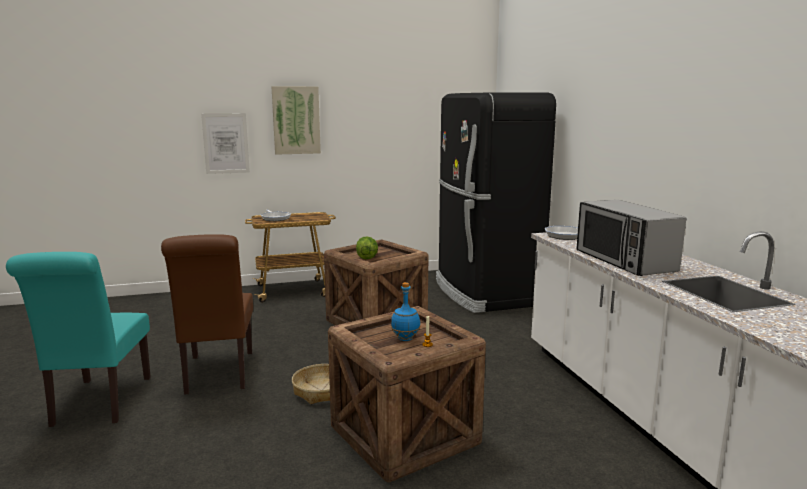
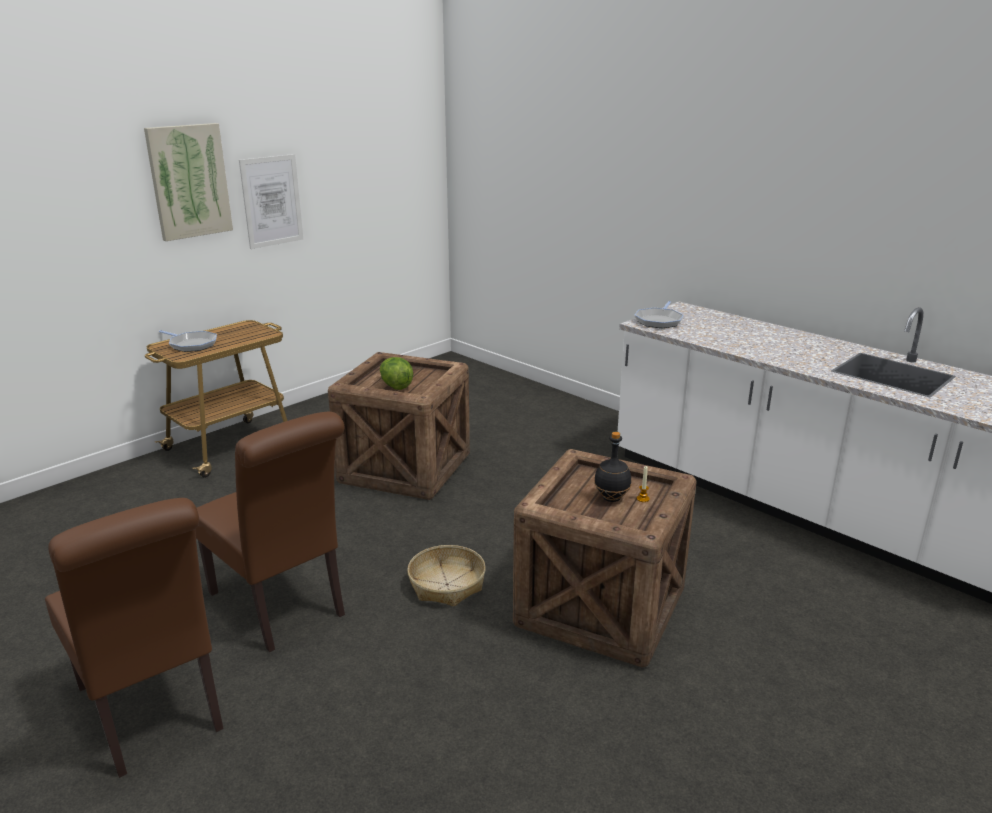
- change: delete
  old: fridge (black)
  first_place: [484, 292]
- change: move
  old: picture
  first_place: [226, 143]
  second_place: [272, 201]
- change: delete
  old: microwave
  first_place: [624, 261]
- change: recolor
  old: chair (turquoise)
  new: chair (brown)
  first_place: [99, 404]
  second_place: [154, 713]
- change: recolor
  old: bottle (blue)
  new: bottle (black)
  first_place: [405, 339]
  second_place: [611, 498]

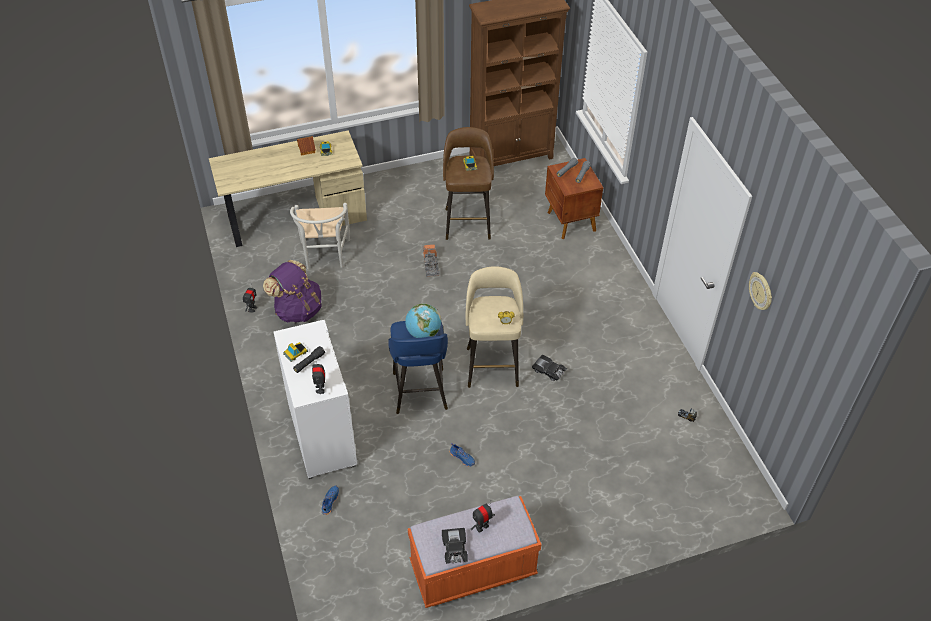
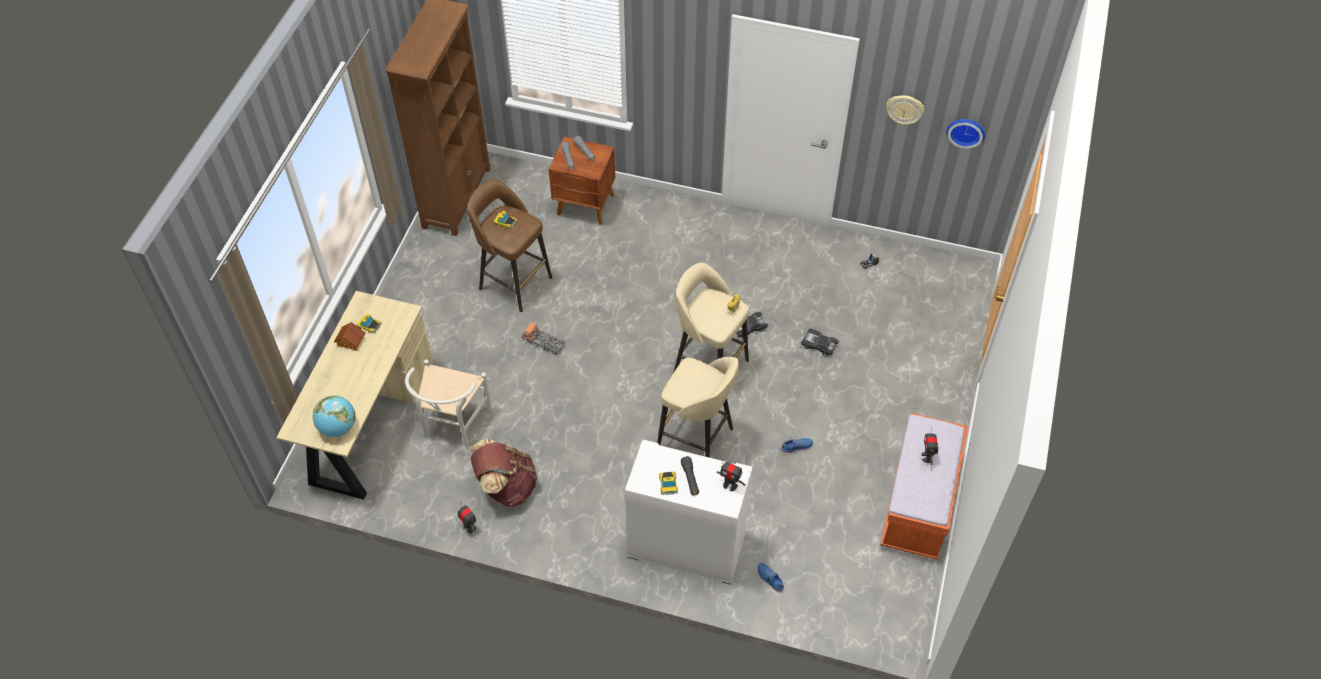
- change: rotate
  old: chair (white)
  first_place: [325, 257]
  second_place: [452, 425]
  degrees: 75
- change: recolor
  old: backpack (purple)
  new: backpack (brown)
  first_place: [297, 309]
  second_place: [506, 486]
- change: move
  old: globe
  first_place: [423, 333]
  second_place: [338, 427]
- change: recolor
  old: stool (blue)
  new: stool (beige)
  first_place: [420, 393]
  second_place: [697, 439]
- change: move
  old: toy car (black)
  first_place: [454, 549]
  second_place: [819, 345]
- change: insert
  new: wall clock
  second_place: [966, 131]

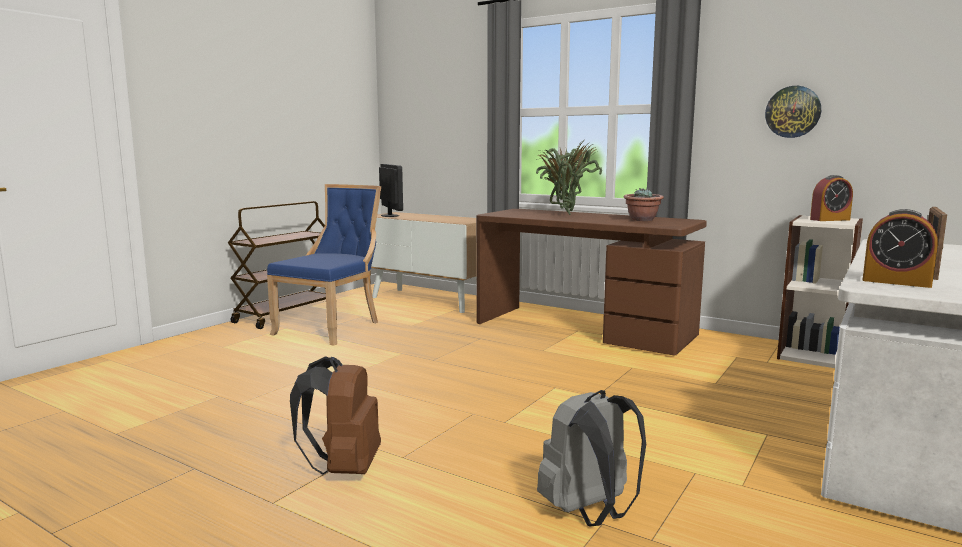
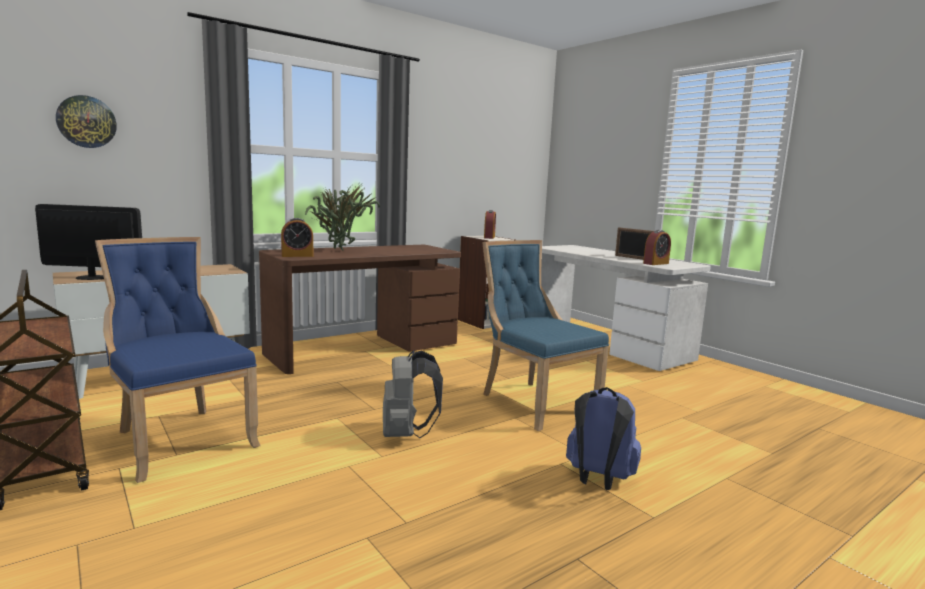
- change: move
  old: wall clock
  first_place: [793, 112]
  second_place: [86, 122]
- change: delete
  old: potted plant
  first_place: [642, 220]
- change: recolor
  old: backpack (brown)
  new: backpack (blue)
  first_place: [343, 468]
  second_place: [598, 480]
- change: move
  old: backpack (grey)
  first_place: [590, 512]
  second_place: [406, 434]
- change: insert
  new: alarm clock
  second_place: [297, 255]
- change: insert
  new: chair (blue)
  second_place: [534, 402]

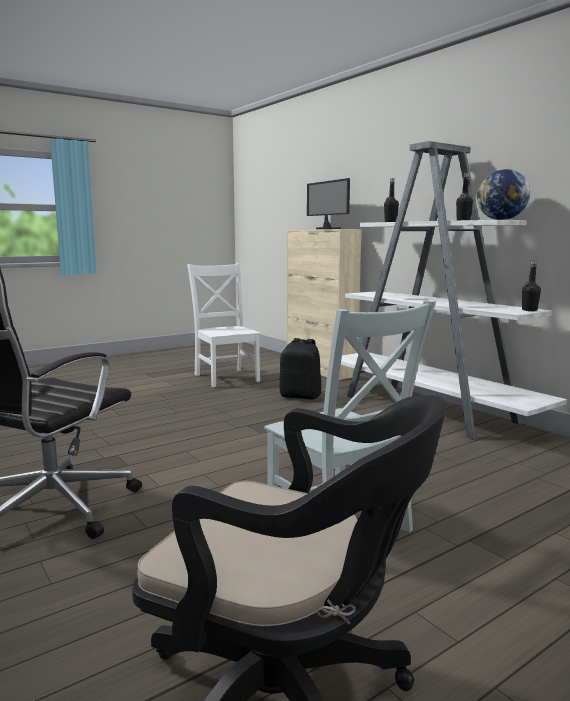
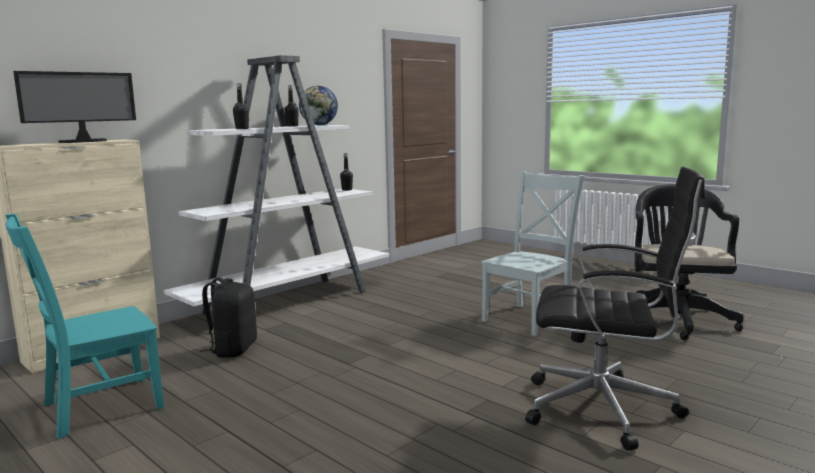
- change: recolor
  old: chair (white)
  new: chair (turquoise)
  first_place: [226, 377]
  second_place: [97, 407]

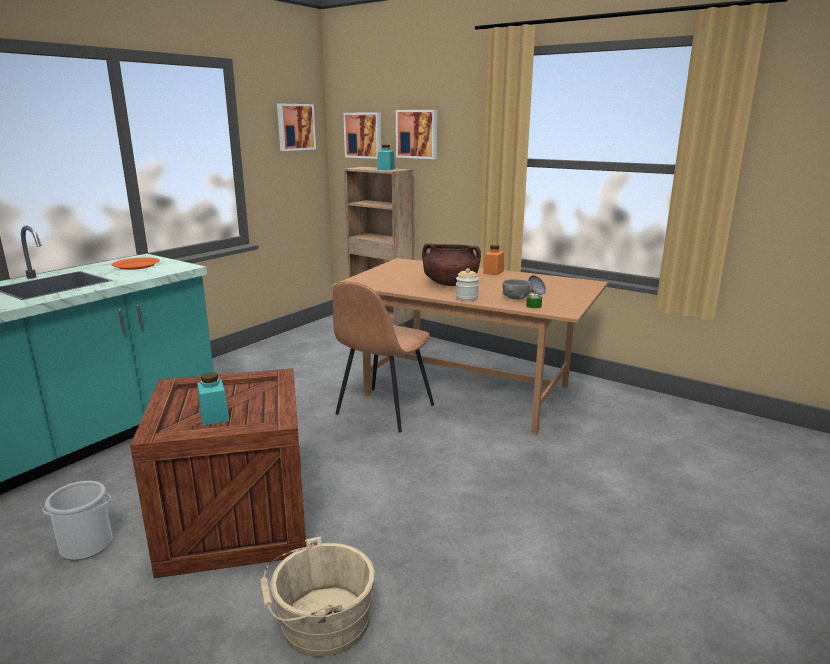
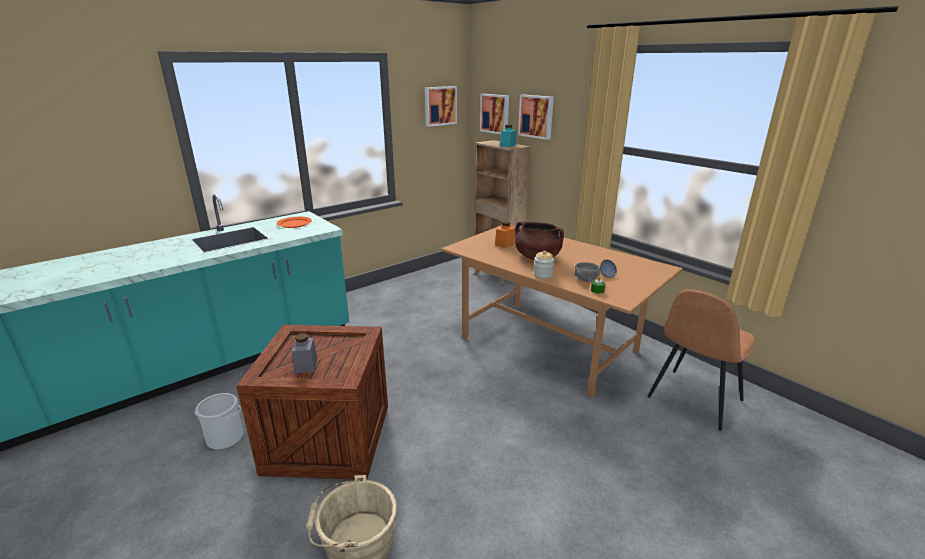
- change: move
  old: jar (orange)
  first_place: [493, 272]
  second_place: [505, 244]
- change: move
  old: chair (brown)
  first_place: [383, 410]
  second_place: [693, 399]
- change: recolor
  old: jar (turquoise)
  new: jar (grey)
  first_place: [214, 416]
  second_place: [306, 365]

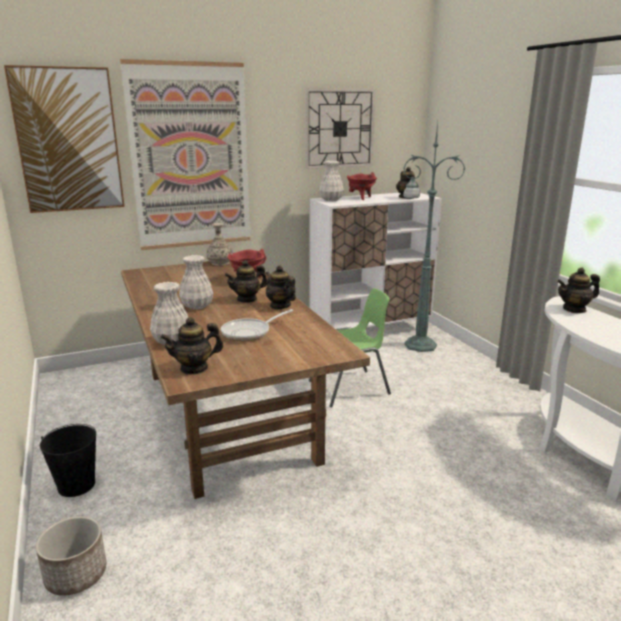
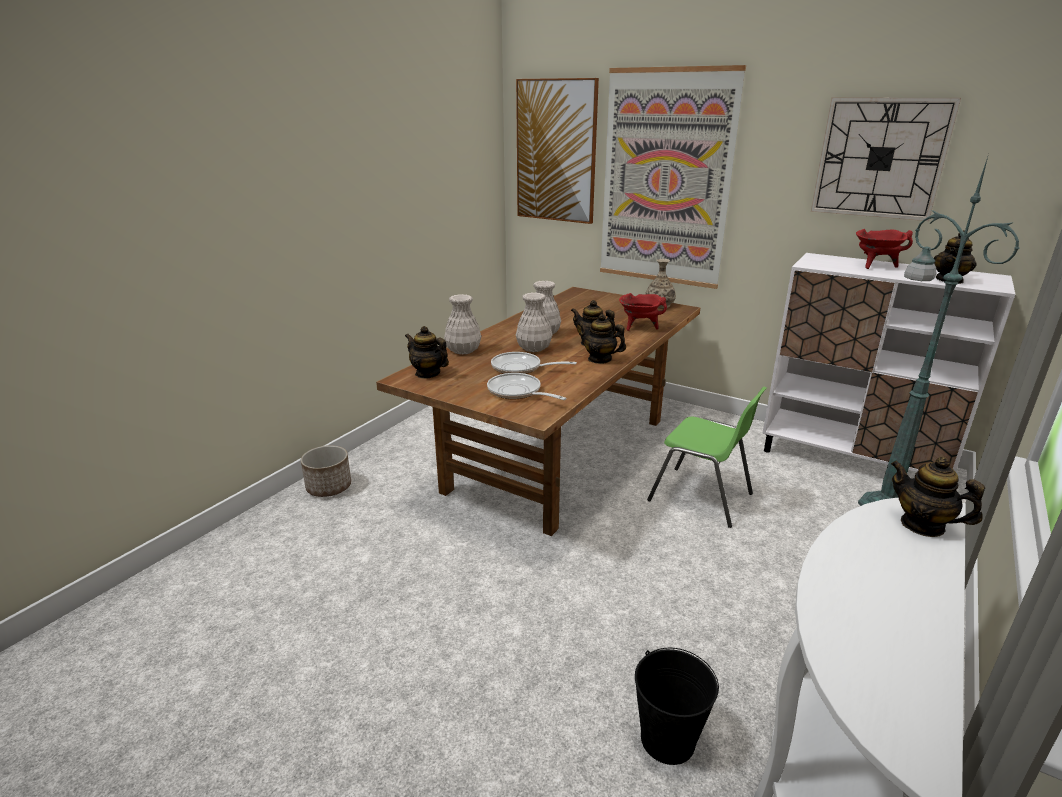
- change: move
  old: vase (white)
  first_place: [330, 200]
  second_place: [533, 348]
- change: rotate
  old: teapot
  first_place: [280, 306]
  second_place: [600, 359]
  degrees: -75
- change: move
  old: bucket (black)
  first_place: [76, 485]
  second_place: [667, 740]
- change: insert
  new: frying pan
  second_place: [517, 392]

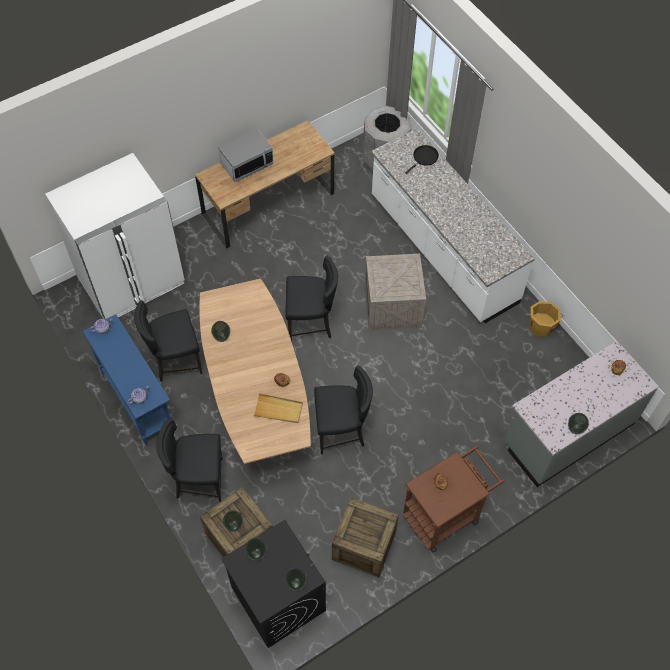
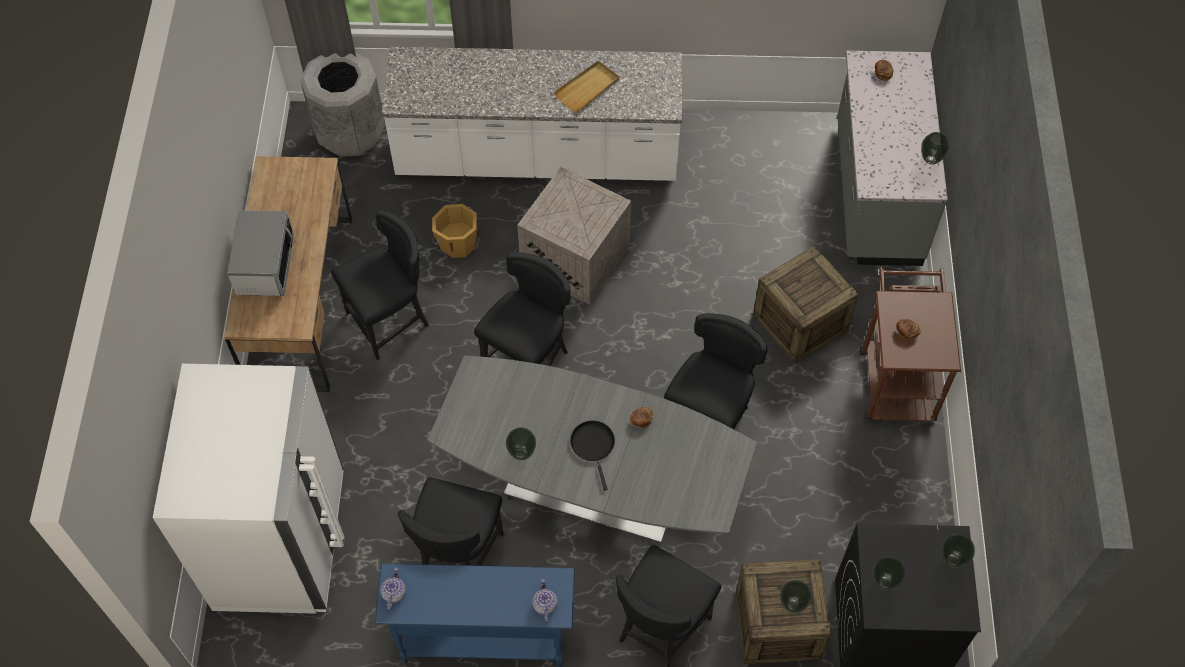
- change: move
  old: frying pan (black)
  first_place: [424, 158]
  second_place: [593, 446]
- change: recolor
  old: dining table (brown)
  new: dining table (grey)
  first_place: [257, 398]
  second_place: [591, 489]
- change: move
  old: bucket (orange)
  first_place: [541, 326]
  second_place: [457, 243]
- change: move
  old: tray (beige)
  first_place: [278, 410]
  second_place: [587, 88]
- change: move
  old: crate
  first_place: [364, 545]
  second_place: [800, 322]
- change: insert
  new: chair (black)
  second_place: [390, 321]

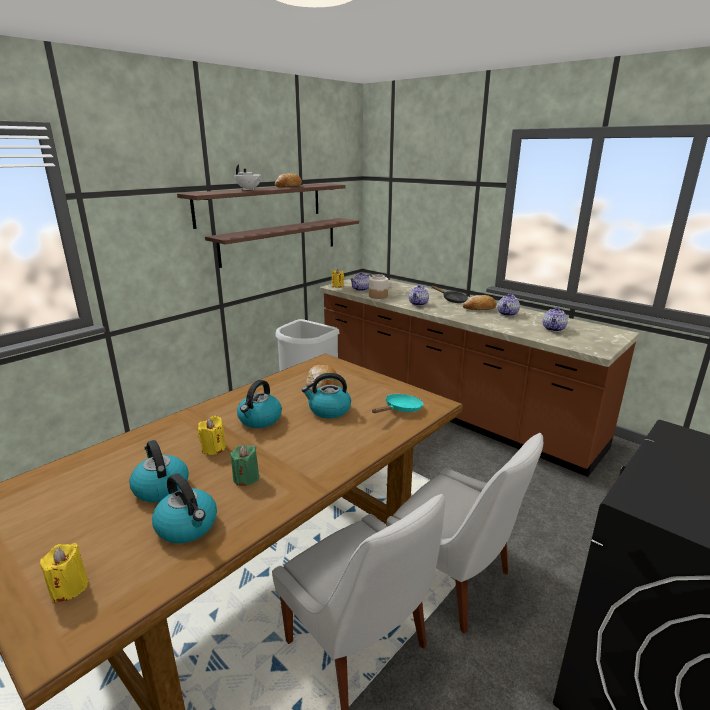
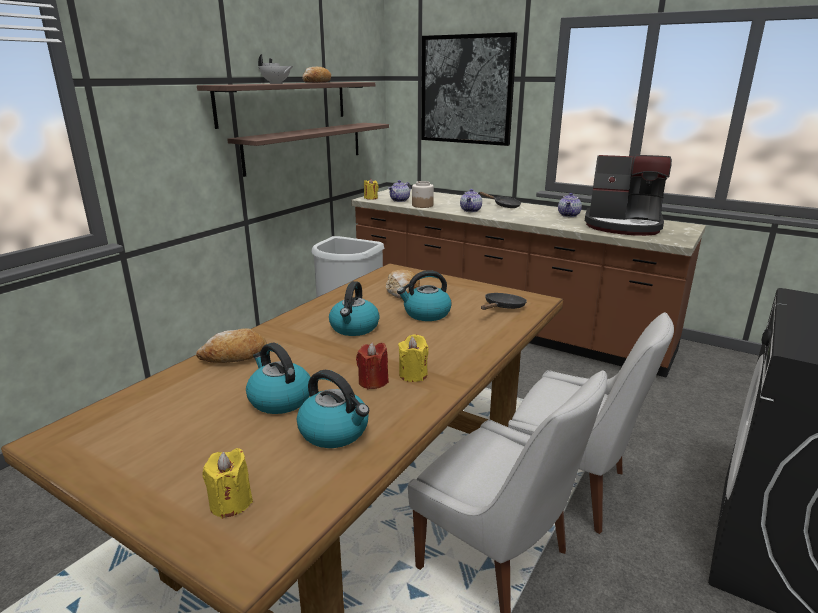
- change: move
  old: bread
  first_place: [479, 308]
  second_place: [234, 356]
- change: replace
  old: teapot
  new: coffee machine
  first_place: [554, 329]
  second_place: [623, 226]
- change: recolor
  old: frying pan (turquoise)
  new: frying pan (black)
  first_place: [400, 409]
  second_place: [503, 308]
- change: move
  old: candle (yellow)
  first_place: [213, 448]
  second_place: [413, 375]
- change: recolor
  old: candle (green)
  new: candle (red)
  first_place: [246, 478]
  second_place: [373, 382]
- change: insert
  new: picture
  second_place: [466, 90]

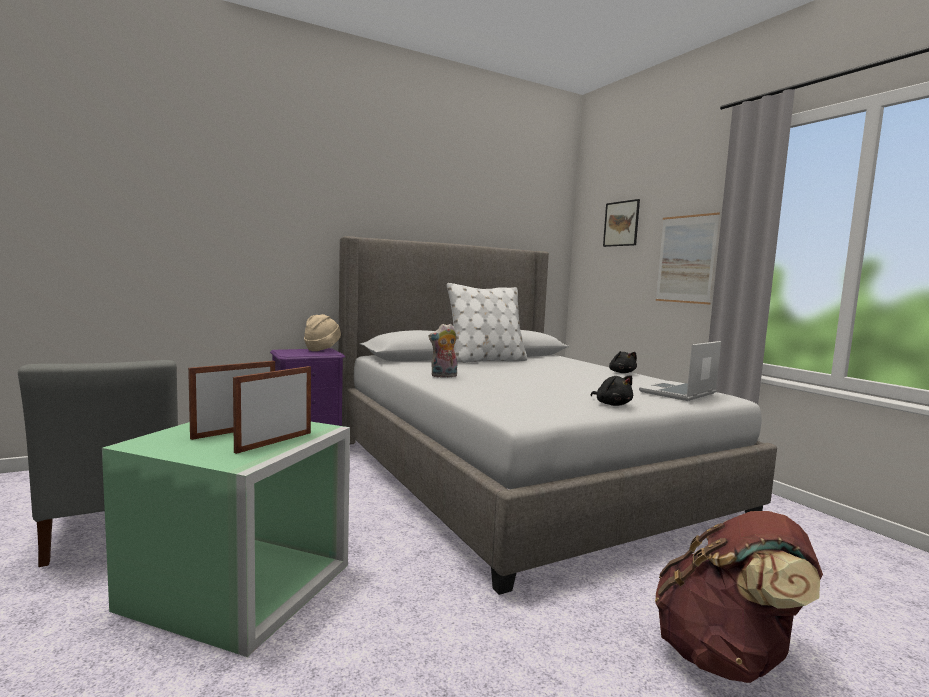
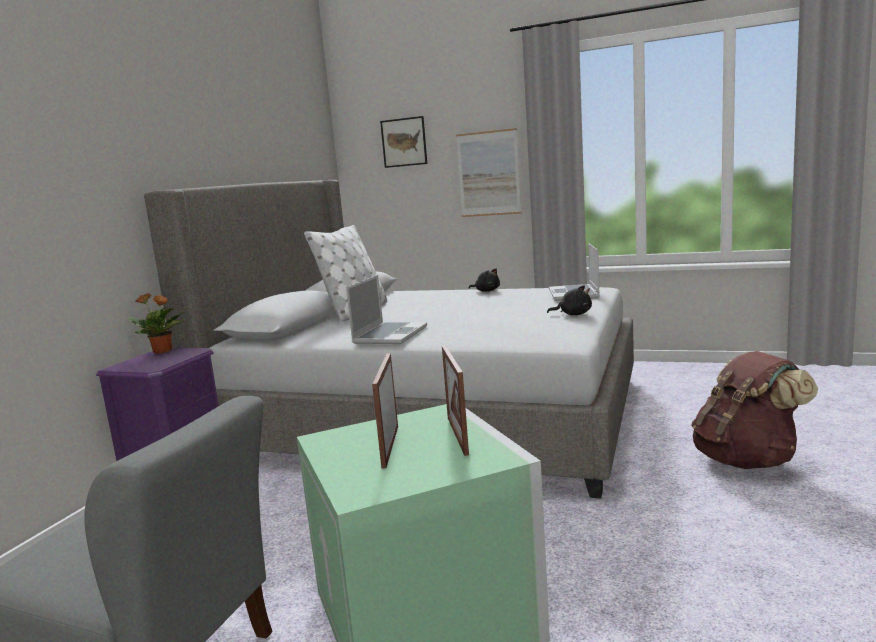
- change: replace
  old: hat (beige)
  new: potted plant
  first_place: [322, 349]
  second_place: [163, 351]
- change: replace
  old: plush toy
  new: laptop
  first_place: [443, 376]
  second_place: [389, 335]

